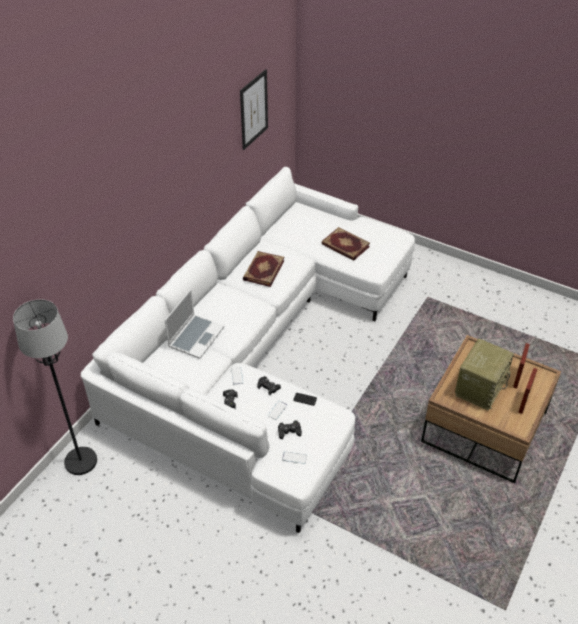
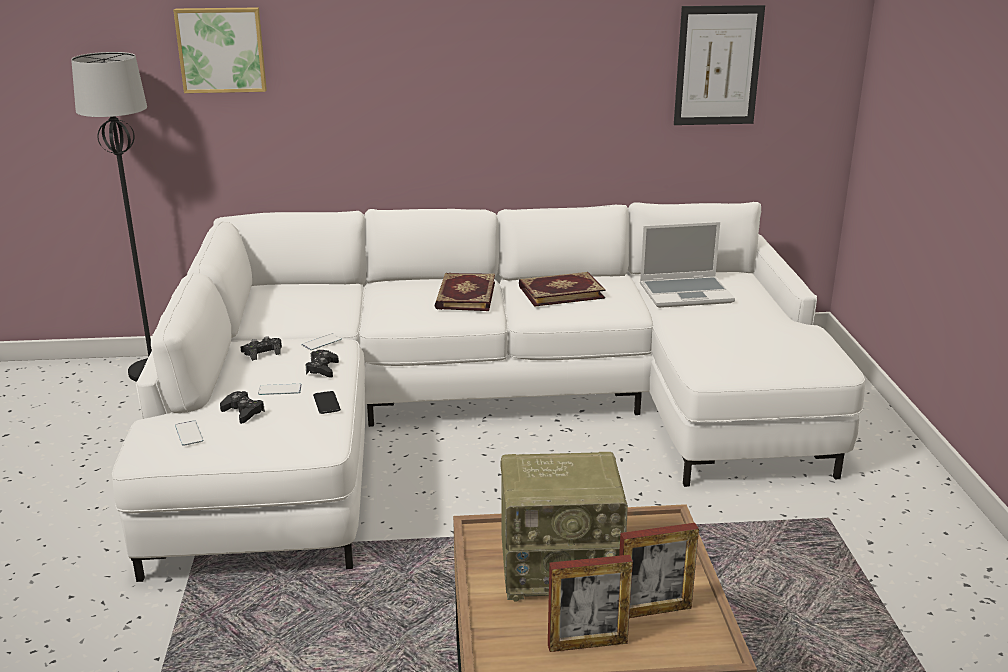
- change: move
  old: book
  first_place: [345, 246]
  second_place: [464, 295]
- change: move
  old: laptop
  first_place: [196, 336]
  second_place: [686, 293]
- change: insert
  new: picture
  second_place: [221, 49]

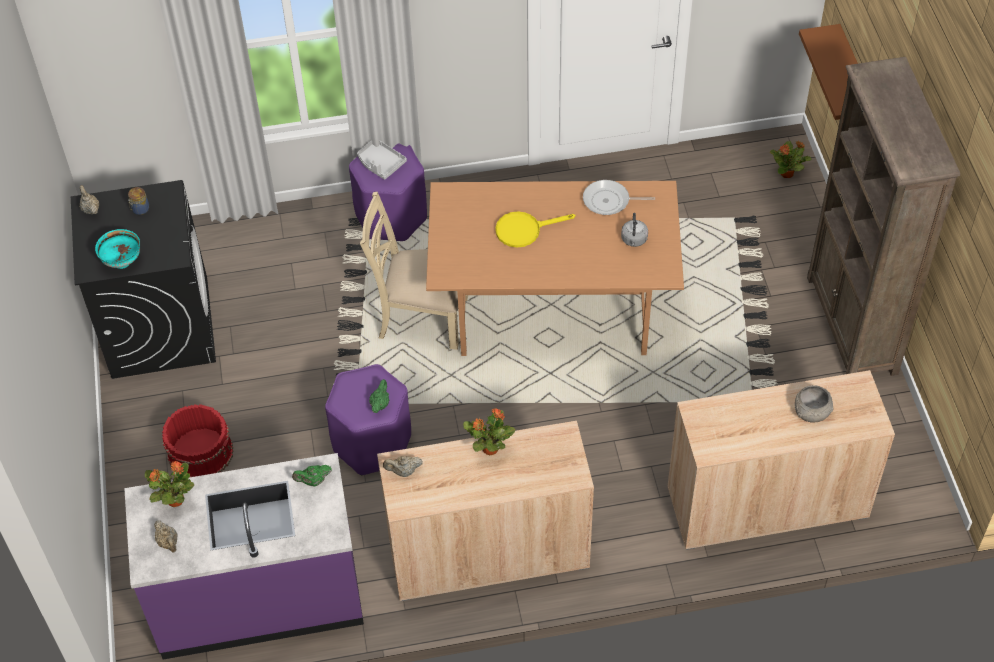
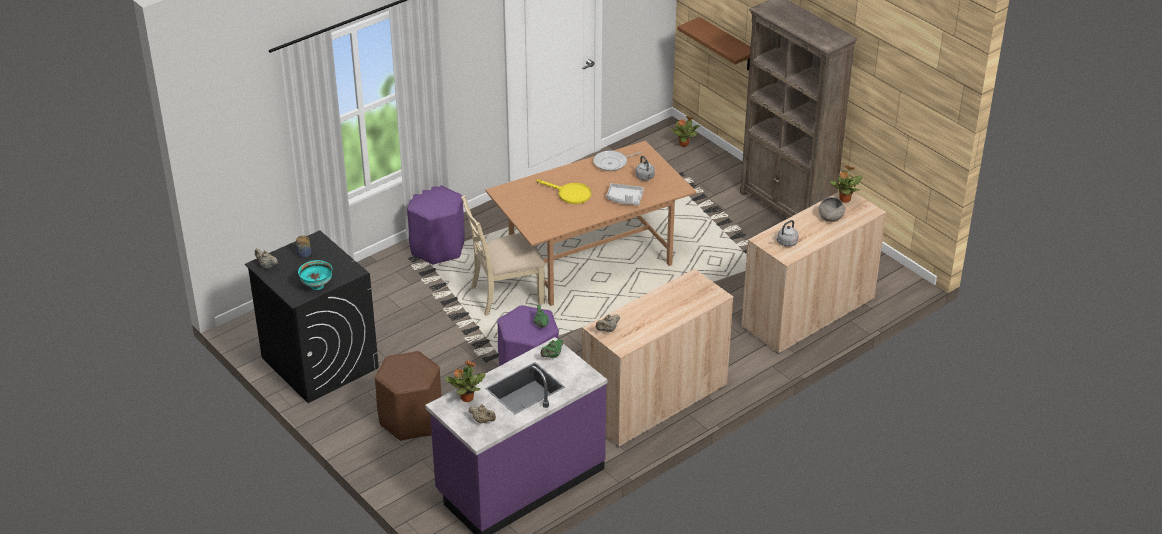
- change: move
  old: tray (grey)
  first_place: [380, 163]
  second_place: [625, 199]
- change: rotate
  old: frying pan (yellow)
  first_place: [524, 230]
  second_place: [570, 194]
  degrees: -105
- change: replace
  old: bucket (red)
  new: stool (brown)
  first_place: [201, 452]
  second_place: [410, 420]
- change: move
  old: potted plant
  first_place: [489, 448]
  second_place: [844, 200]
- change: insert
  new: kettle (grey)
  second_place: [786, 243]

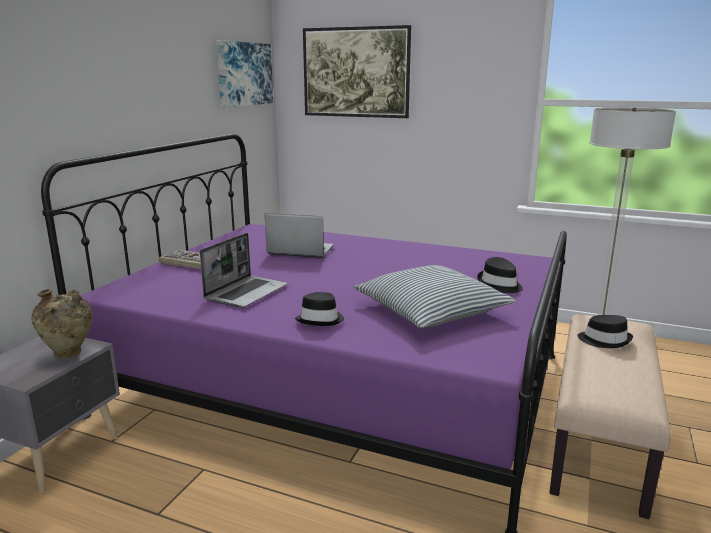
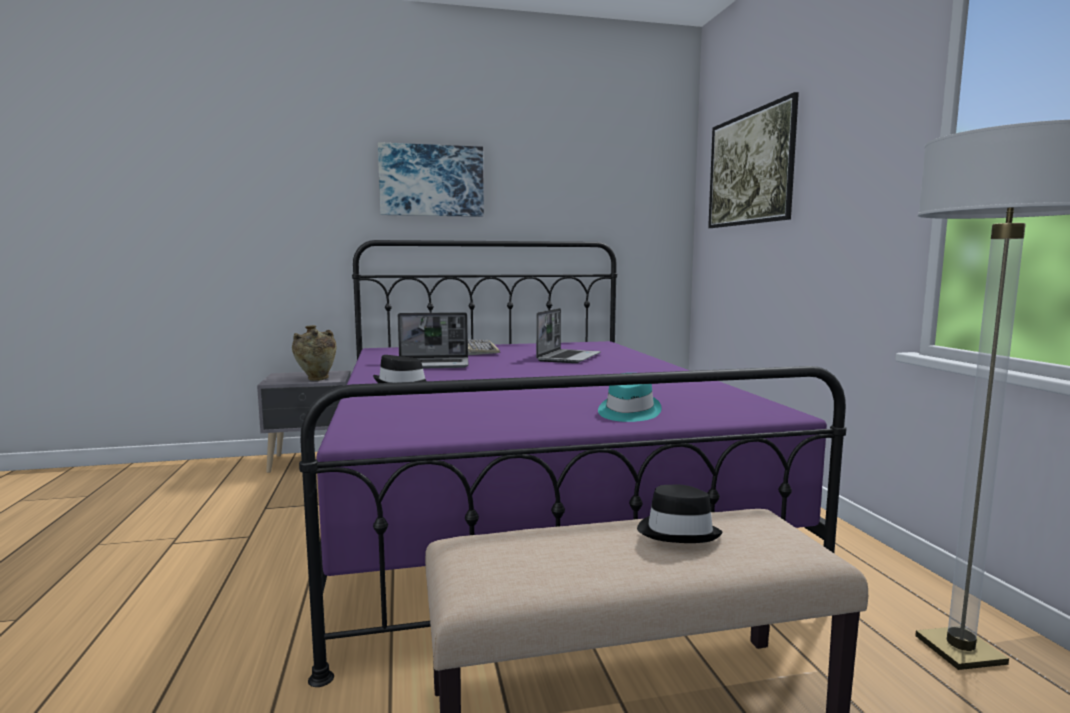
- change: move
  old: picture
  first_place: [244, 74]
  second_place: [431, 181]
- change: rotate
  old: laptop
  first_place: [299, 251]
  second_place: [568, 357]
  degrees: 45
- change: recolor
  old: hat (black)
  new: hat (turquoise)
  first_place: [499, 285]
  second_place: [627, 412]
- change: delete
  old: pillow
  first_place: [431, 310]

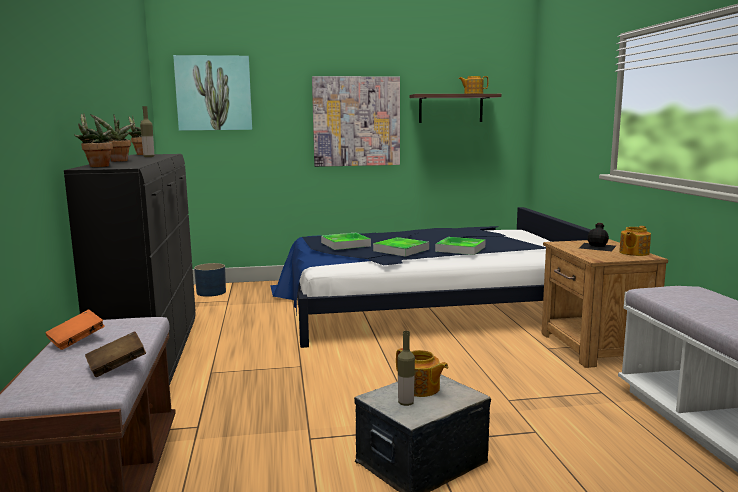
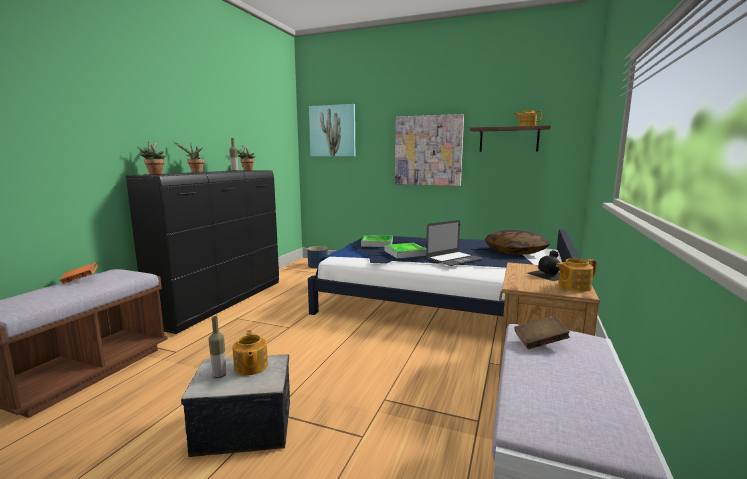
- change: replace
  old: tray
  new: laptop
  first_place: [460, 249]
  second_place: [454, 259]
- change: move
  old: book (brown)
  first_place: [117, 367]
  second_place: [540, 342]
- change: insert
  new: pillow
  second_place: [515, 252]

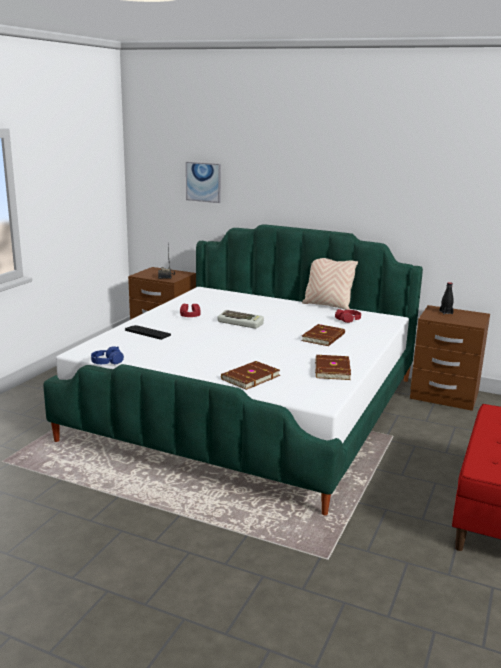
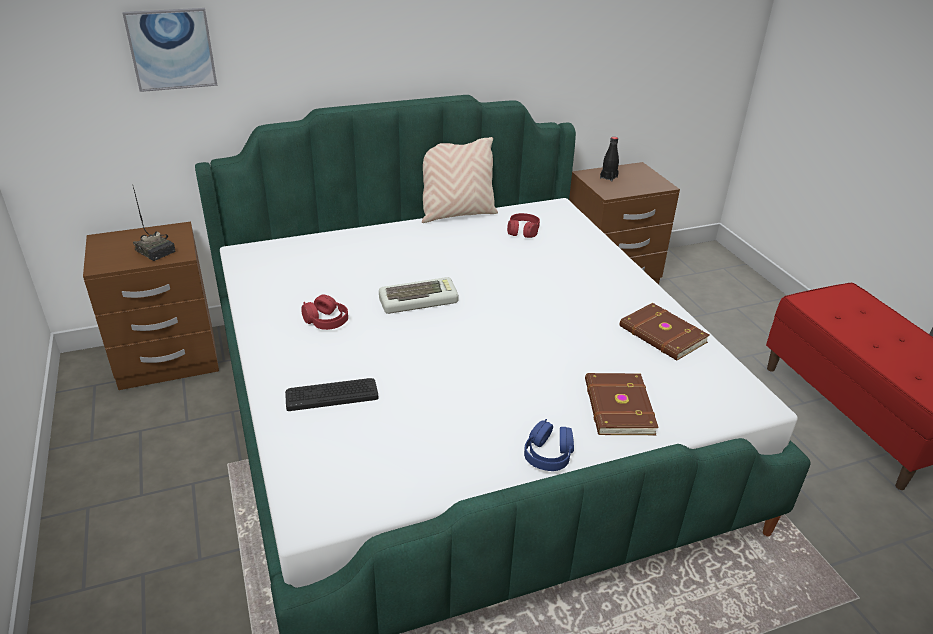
- change: delete
  old: book (brown)
  first_place: [324, 337]
- change: move
  old: headphones (blue)
  first_place: [107, 362]
  second_place: [548, 455]

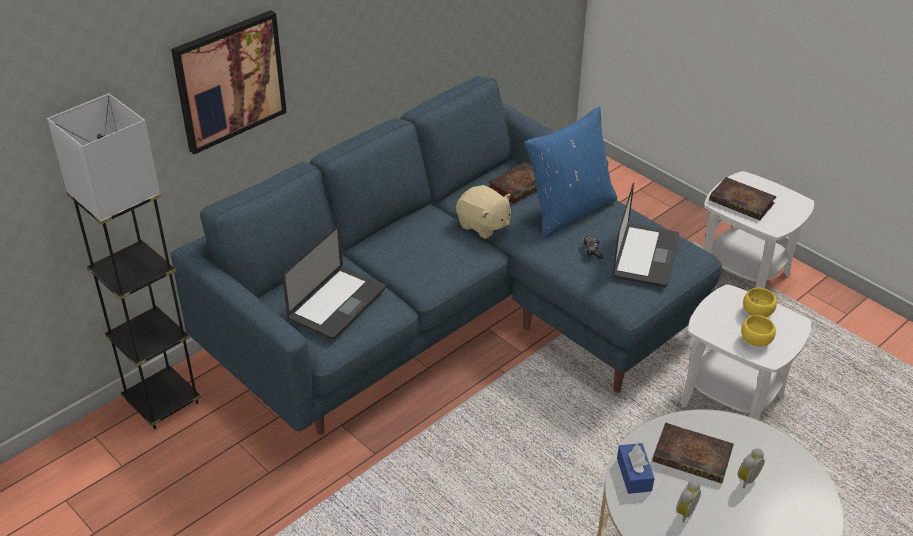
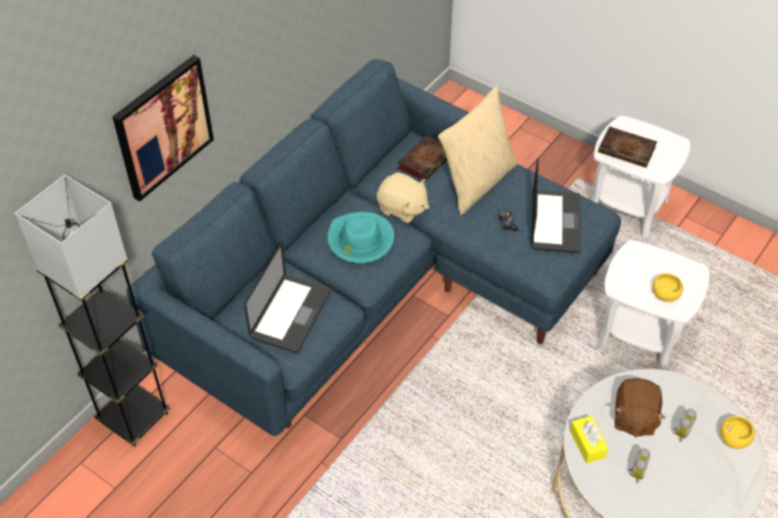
- change: recolor
  old: pillow (blue)
  new: pillow (beige)
  first_place: [569, 210]
  second_place: [477, 182]
- change: move
  old: bowl (yellow)
  first_place: [758, 312]
  second_place: [734, 438]
- change: replace
  old: book
  new: plush toy (brown)
  first_place: [694, 456]
  second_place: [634, 418]
- change: recolor
  old: tissue box (blue)
  new: tissue box (yellow)
  first_place: [634, 474]
  second_place: [587, 444]
- change: insert
  new: hat (turquoise)
  second_place: [360, 240]

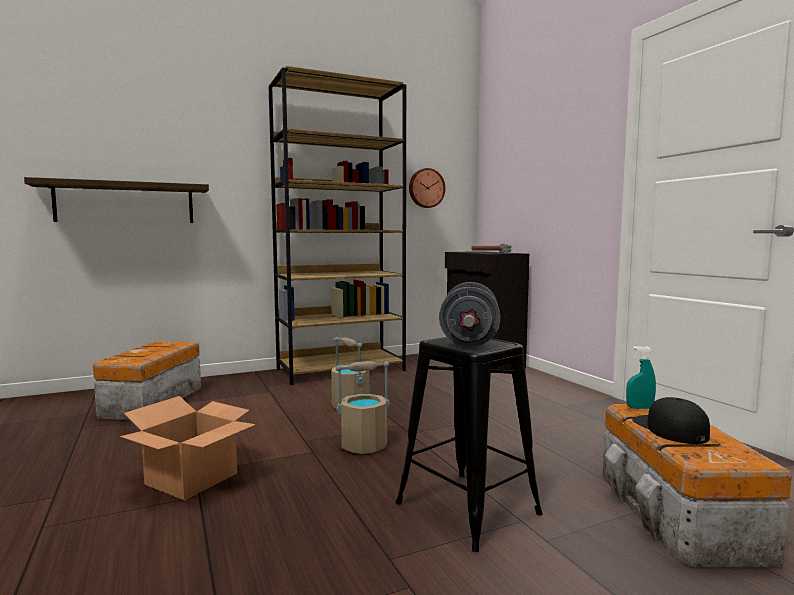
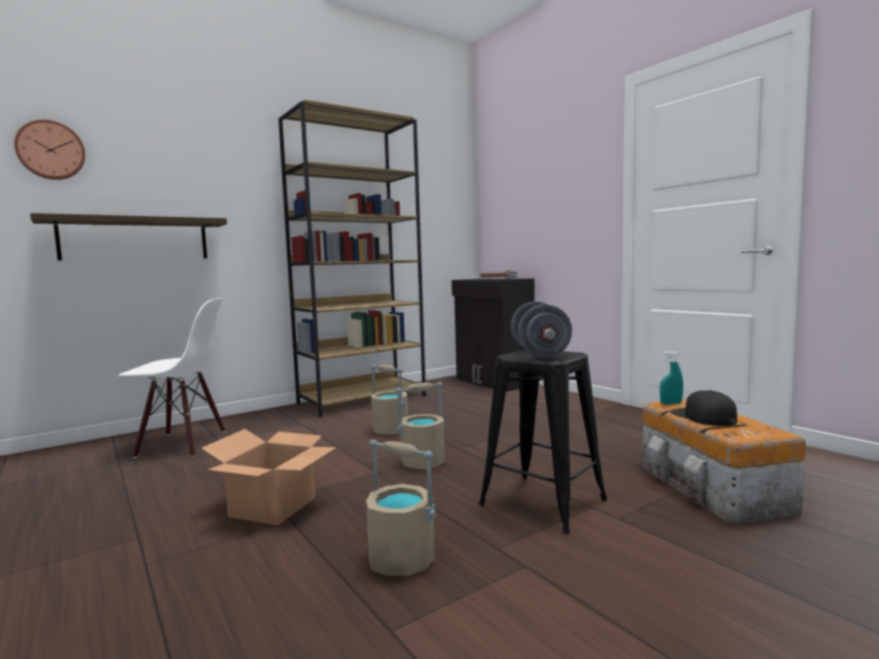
- change: move
  old: wall clock
  first_place: [426, 188]
  second_place: [51, 150]
- change: replace
  old: storage box
  new: chair (white)
  first_place: [150, 402]
  second_place: [182, 444]
- change: insert
  new: bucket (beige)
  second_place: [402, 560]

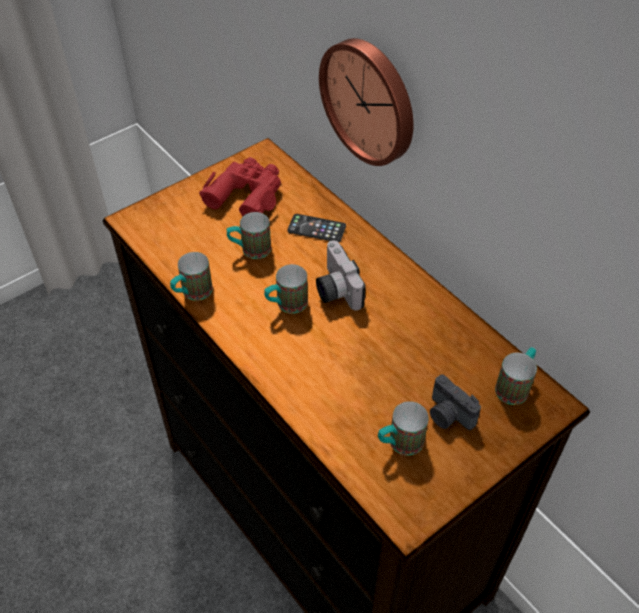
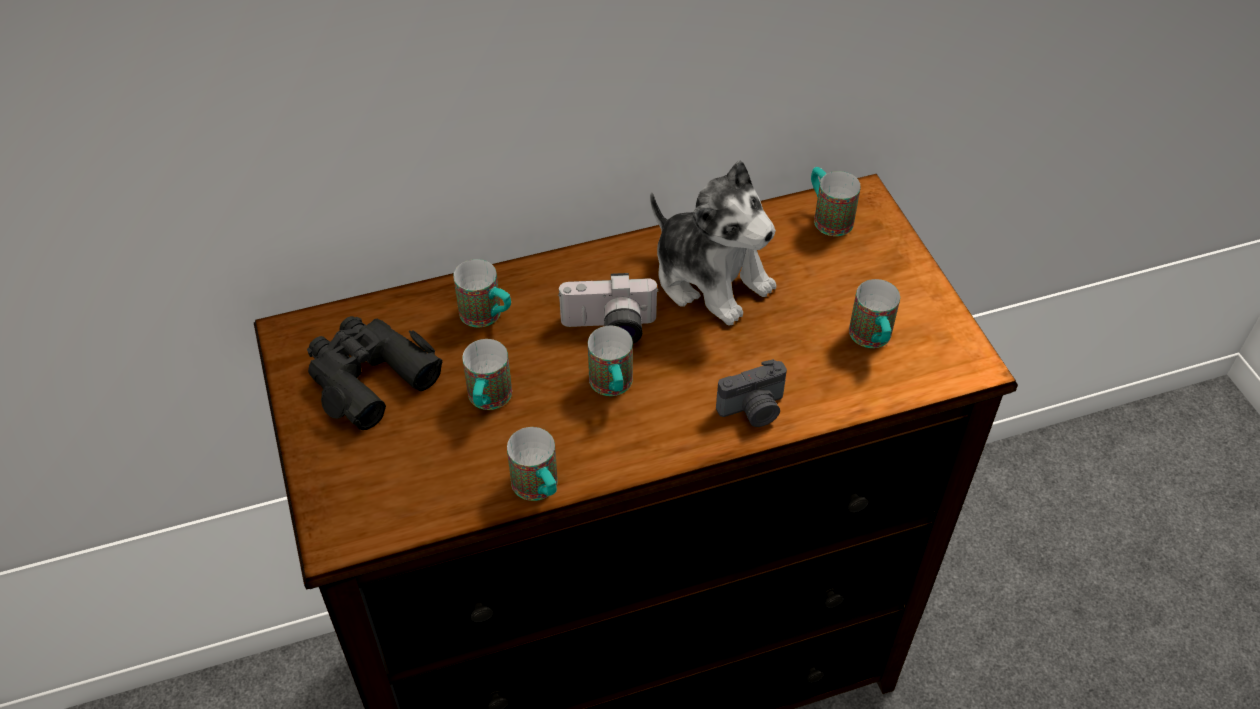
- change: delete
  old: wall clock
  first_place: [370, 100]
- change: recolor
  old: binoculars (red)
  new: binoculars (black)
  first_place: [246, 194]
  second_place: [368, 376]
- change: replace
  old: phone
  new: mug
  first_place: [316, 228]
  second_place: [487, 316]
- change: move
  old: photo camera
  first_place: [448, 415]
  second_place: [753, 410]
- change: insert
  new: plush toy
  second_place: [711, 278]

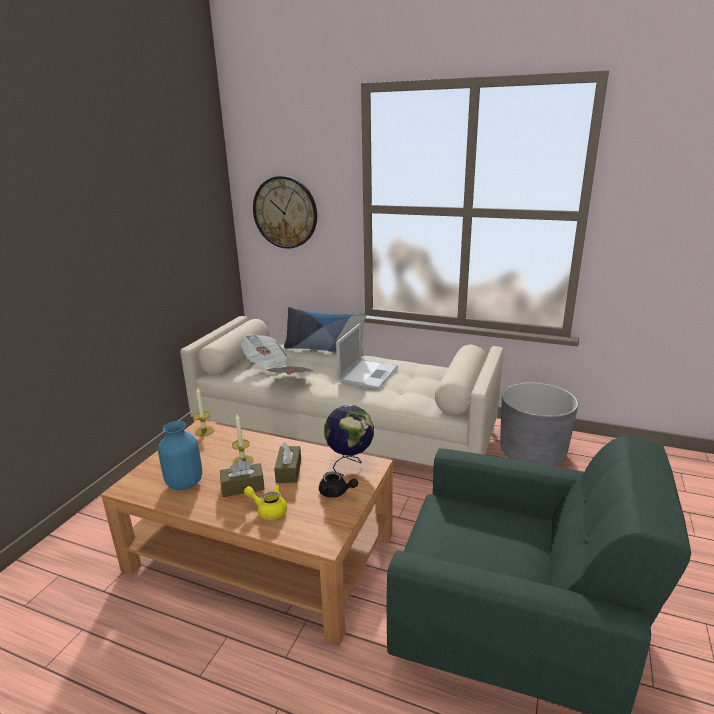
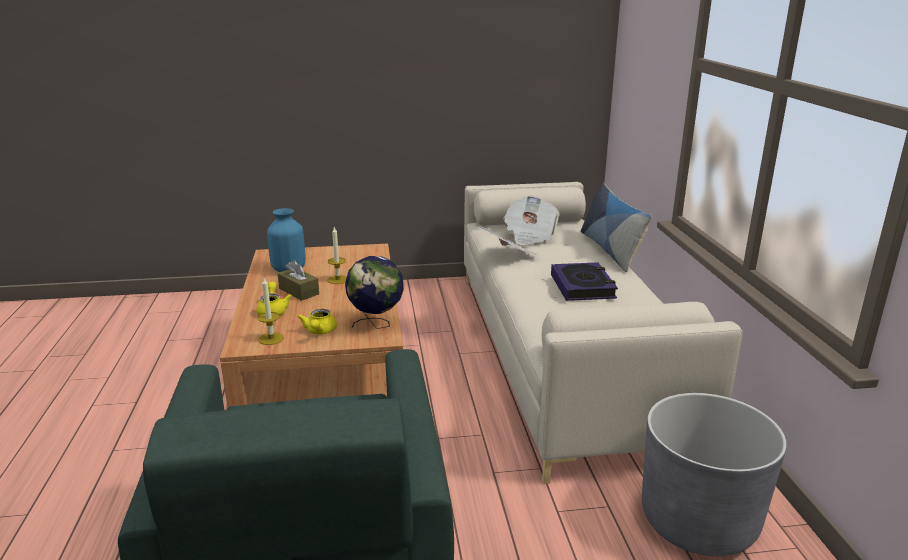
- change: delete
  old: wall clock
  first_place: [285, 212]
- change: replace
  old: laptop
  new: book
  first_place: [368, 374]
  second_place: [582, 286]
- change: move
  old: candle
  first_place: [204, 431]
  second_place: [271, 339]
- change: delete
  old: tissue box (brown)
  first_place: [288, 471]
- change: recolor
  old: teapot (black)
  new: teapot (yellow)
  first_place: [336, 492]
  second_place: [319, 332]

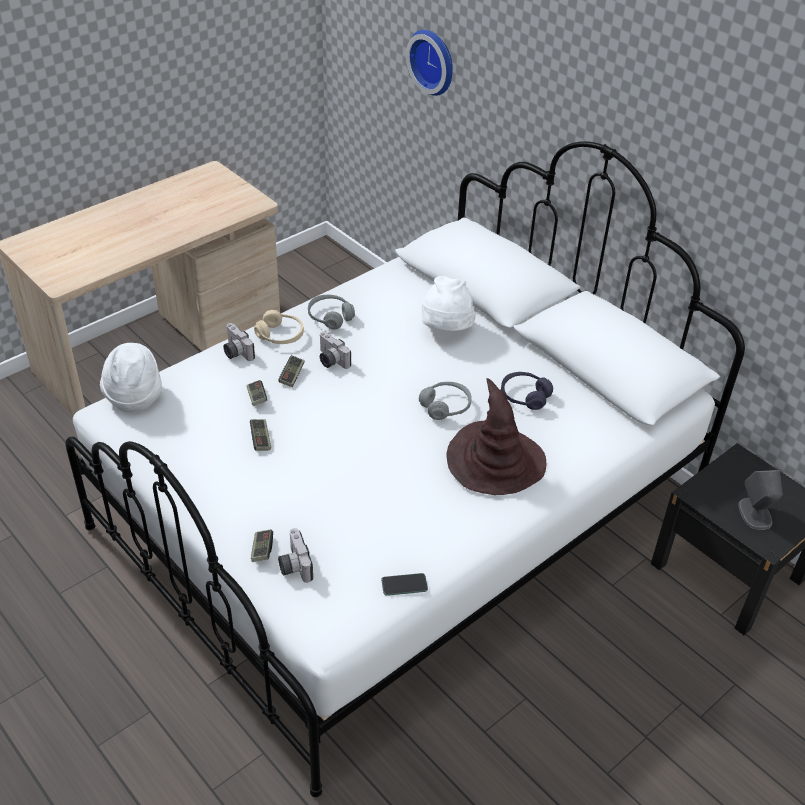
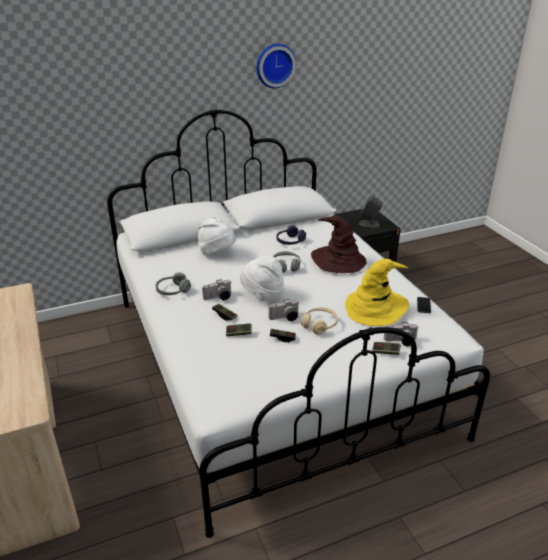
- change: move
  old: wall clock
  first_place: [434, 61]
  second_place: [274, 65]
- change: move
  old: headphones (beige)
  first_place: [280, 335]
  second_place: [319, 325]
- change: move
  old: photo camera
  first_place: [235, 352]
  second_place: [285, 318]
- change: move
  old: hat (white)
  first_place: [134, 396]
  second_place: [262, 295]
- change: insert
  new: hat (yellow)
  second_place: [375, 308]

